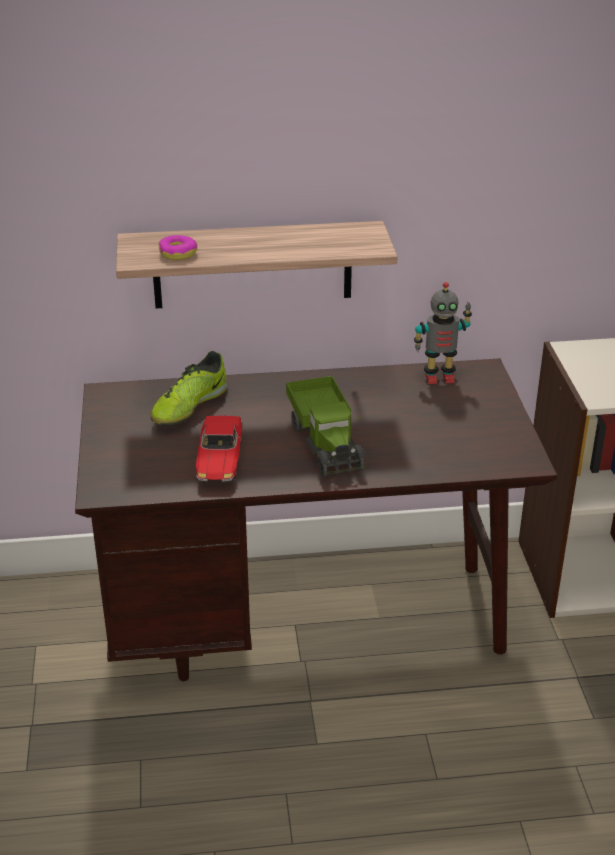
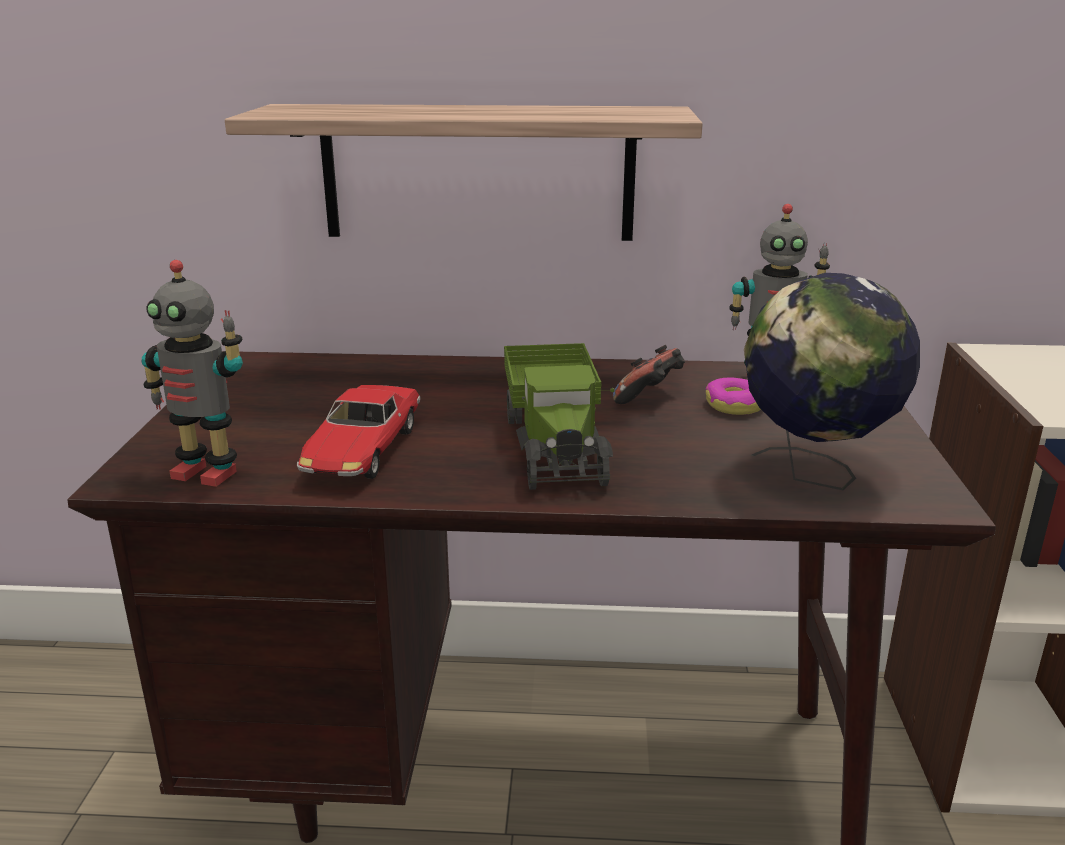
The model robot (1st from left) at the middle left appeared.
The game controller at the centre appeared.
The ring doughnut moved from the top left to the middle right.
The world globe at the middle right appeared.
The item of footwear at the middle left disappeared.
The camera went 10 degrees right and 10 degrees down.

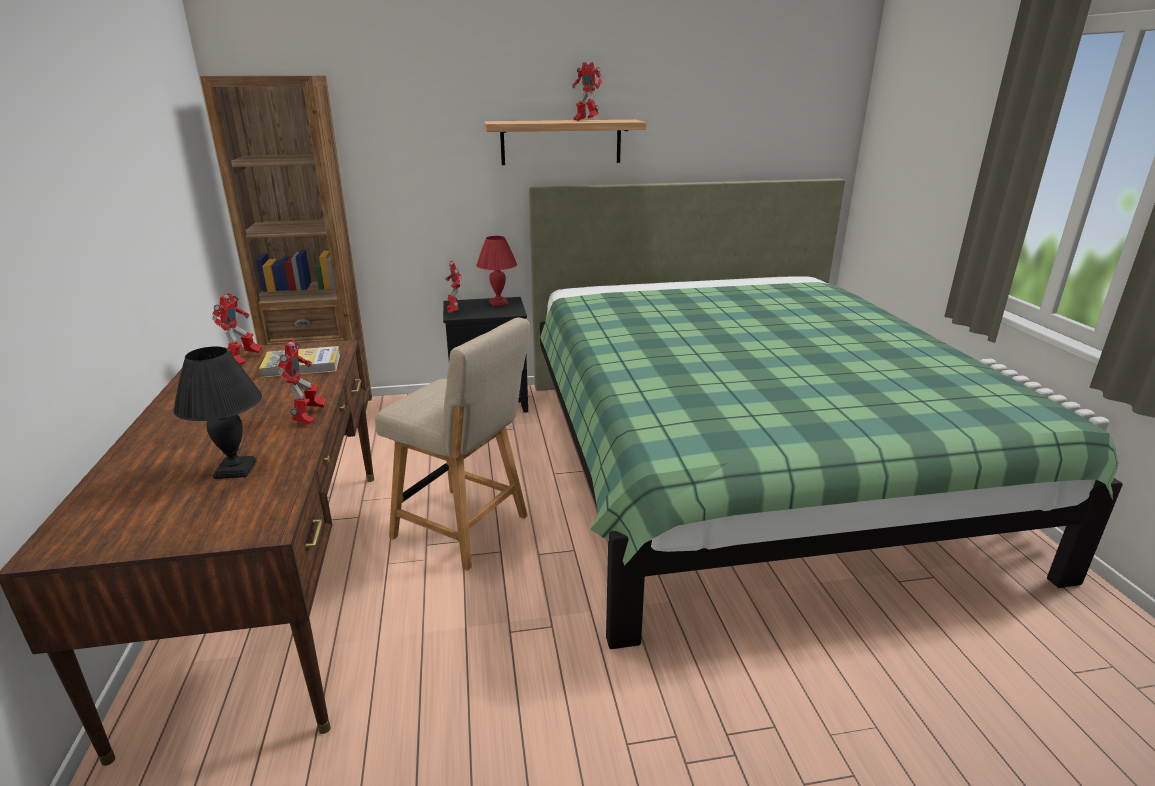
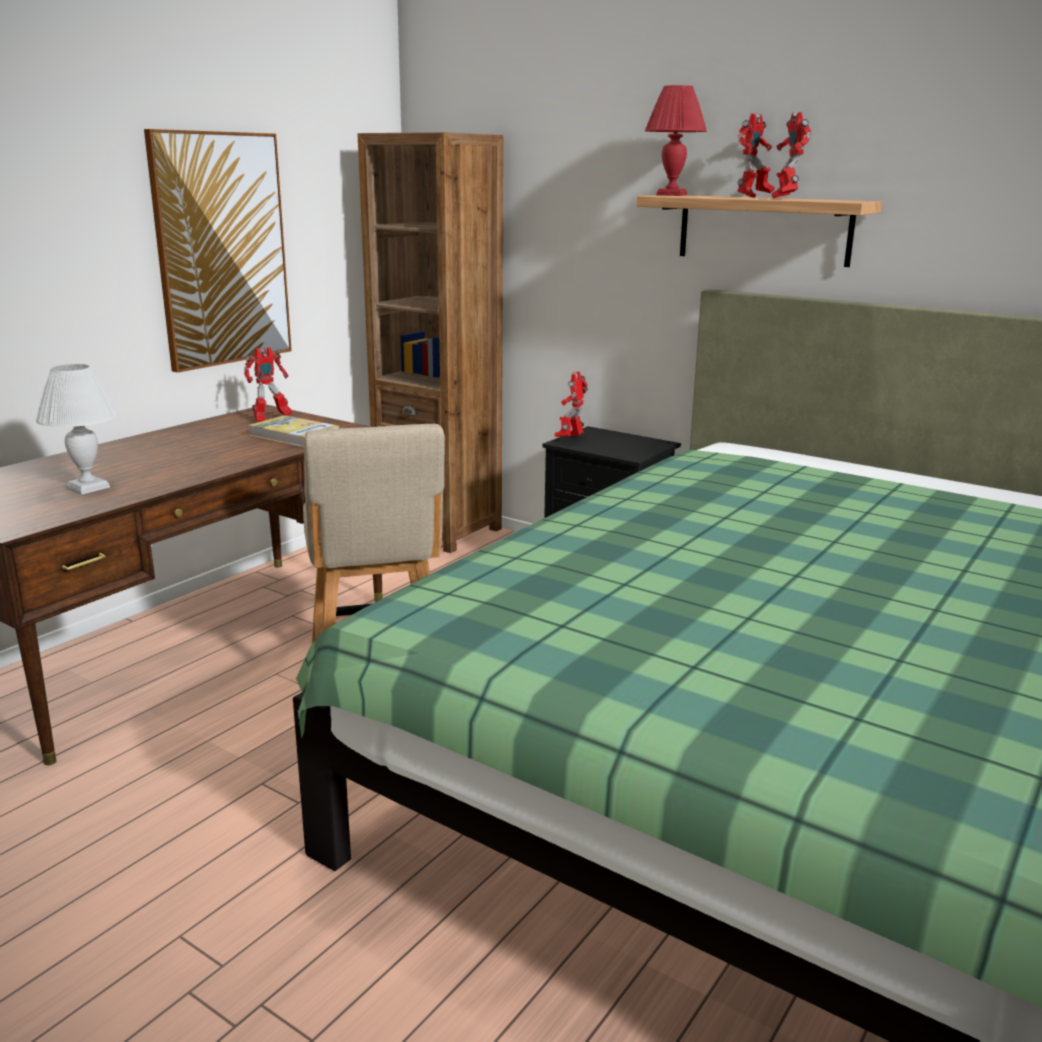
The lamp for a table/blackish at the middle left became the lamp for a table/whitish at the middle left.
The picture at the top left appeared.
The lamp for a table/reddish moved from the centre to the top centre.
The model robot (2nd from left in the first image) moved from the middle left to the top right.
The camera went 45 degrees right and 5 degrees down.

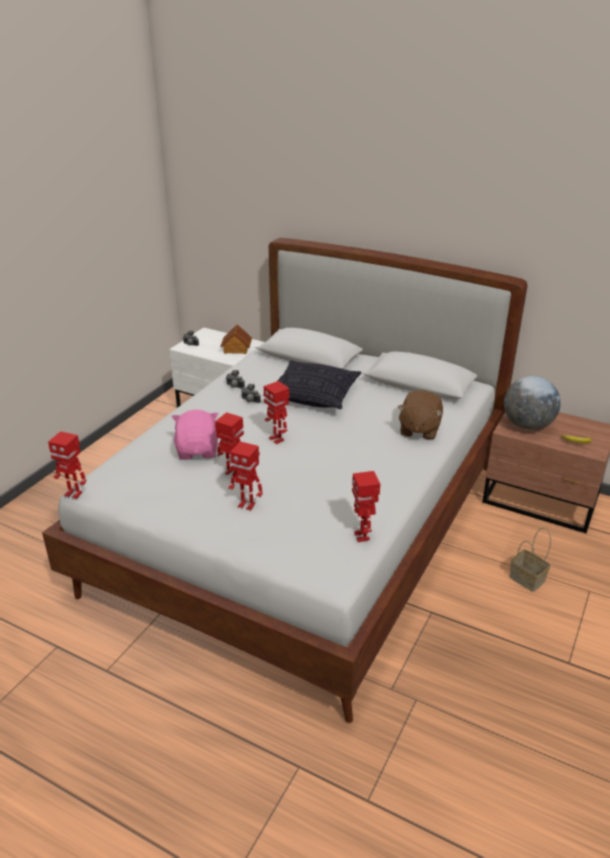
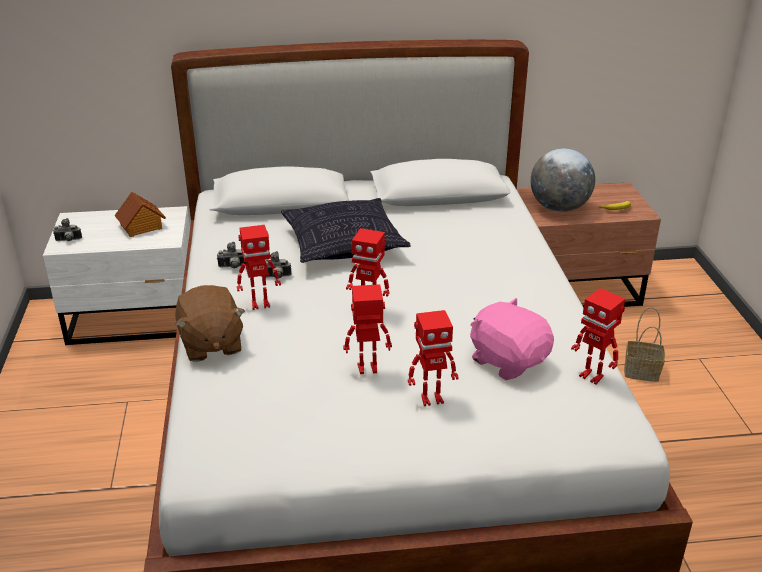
The cuddly toy/brownish moved from the middle right to the middle left.
The model robot (1st from left) moved from the middle left to the centre.
The cuddly toy/pinkish moved from the middle left to the middle right.
The camera went 35 degrees left and 0 degrees up.

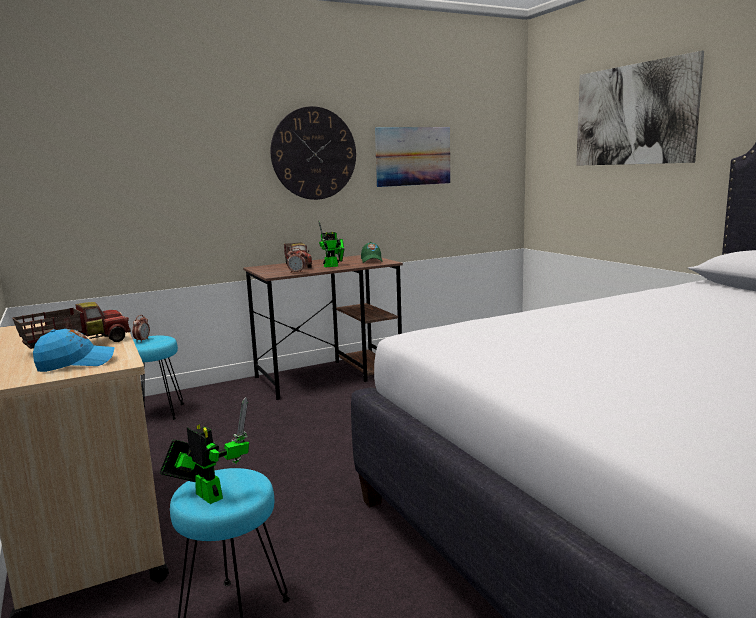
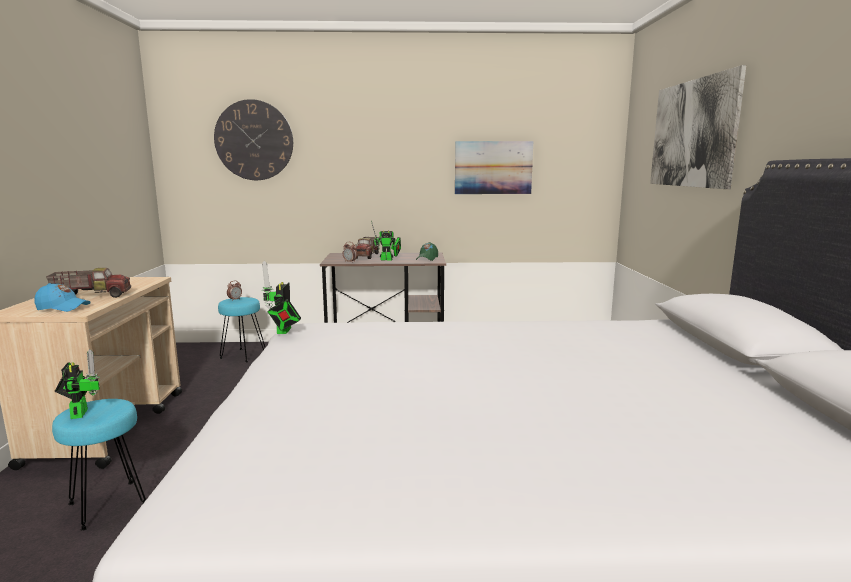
The hanging clock moved from the top centre to the top left.
The model robot (2nd from left) at the middle left appeared.
The camera went 25 degrees right and 0 degrees up.

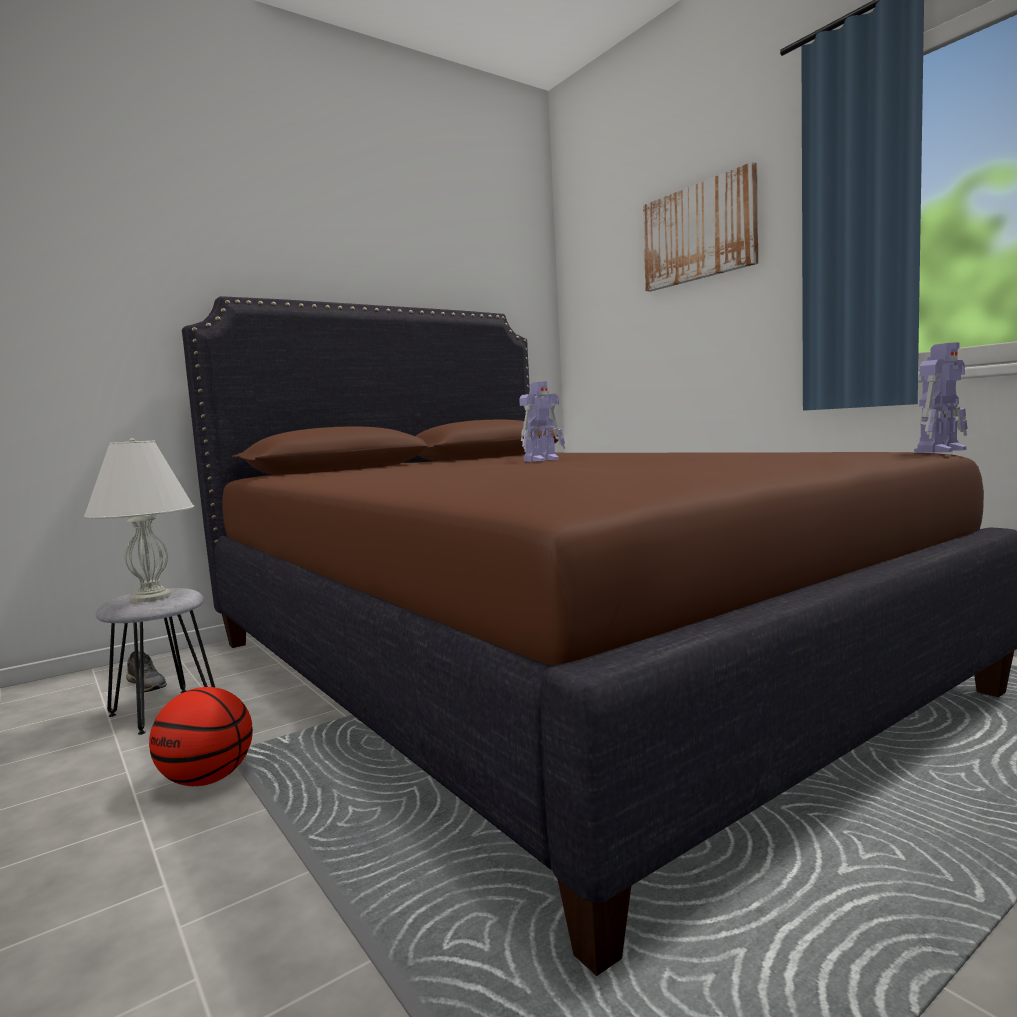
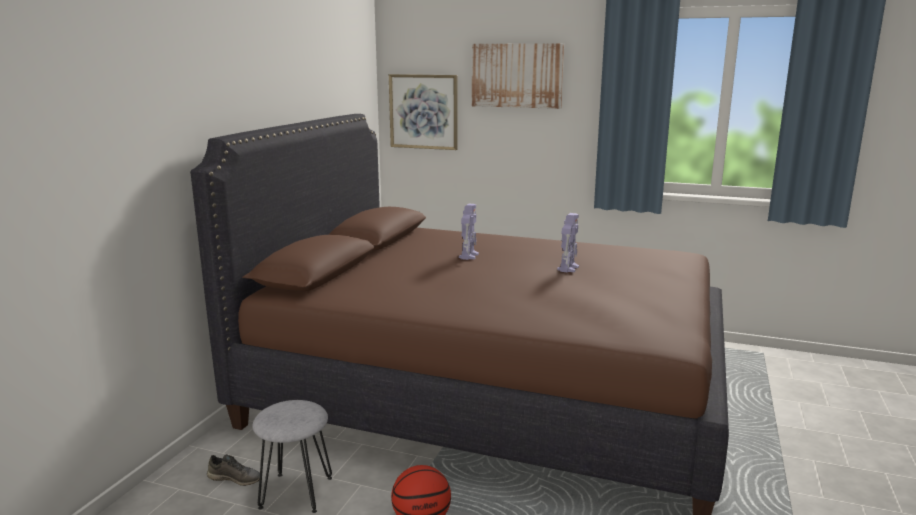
The picture (1st from left) at the top centre appeared.
The model robot (2nd from left) moved from the middle right to the centre.
The lamp for a table/whitish at the middle left disappeared.
The camera went 35 degrees left and 10 degrees up.

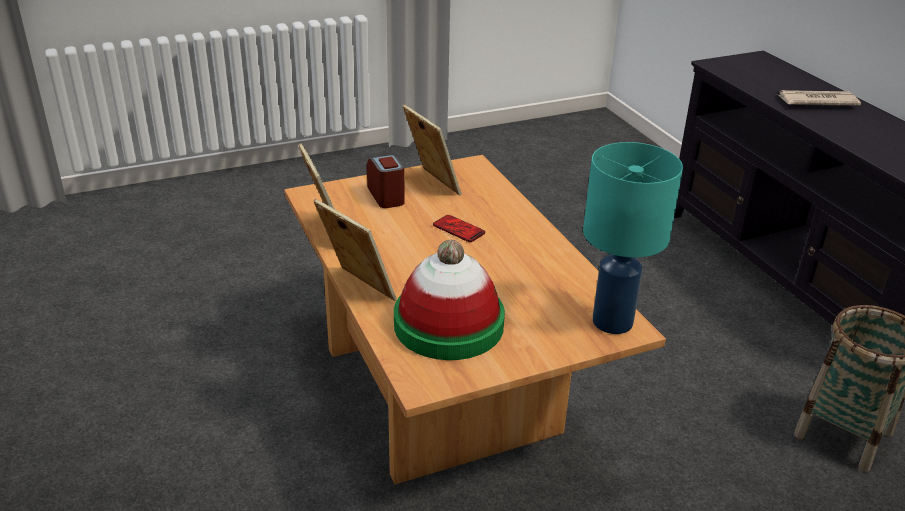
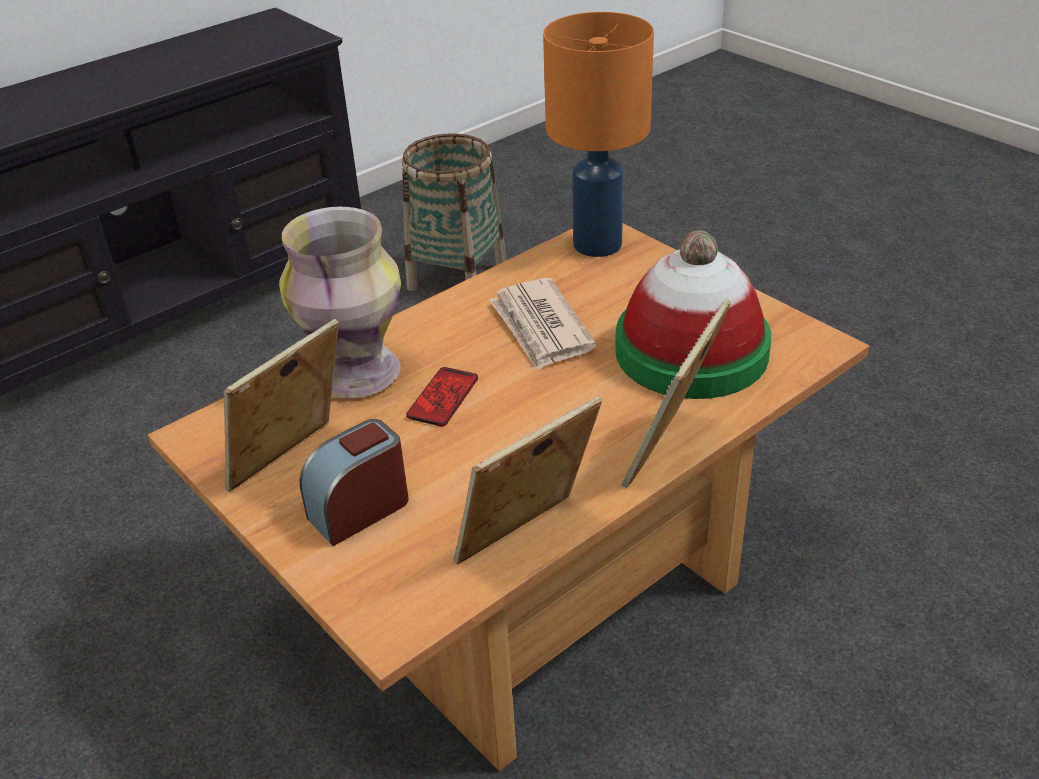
The decorative vase at the middle left appeared.
The newspaper moved from the top right to the centre.
The lamp for a table/turquoise-coloured at the middle right became the lamp for a table/orange-coloured at the top centre.
The camera went 105 degrees left and 5 degrees up.

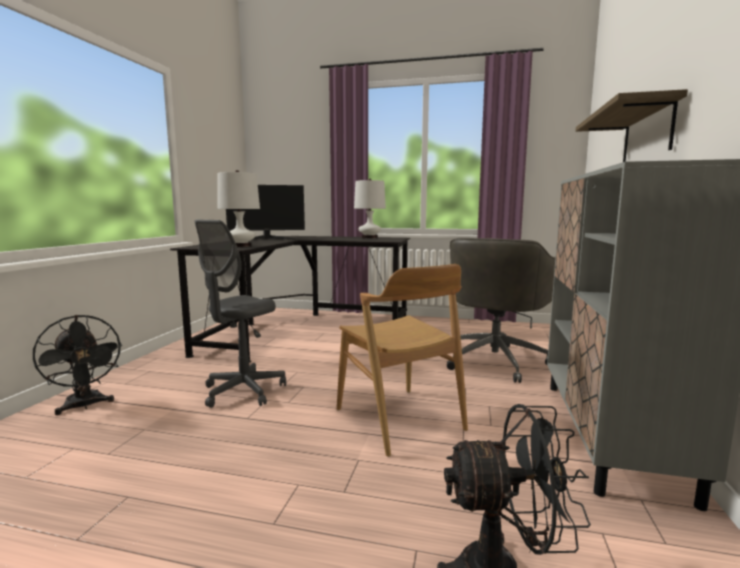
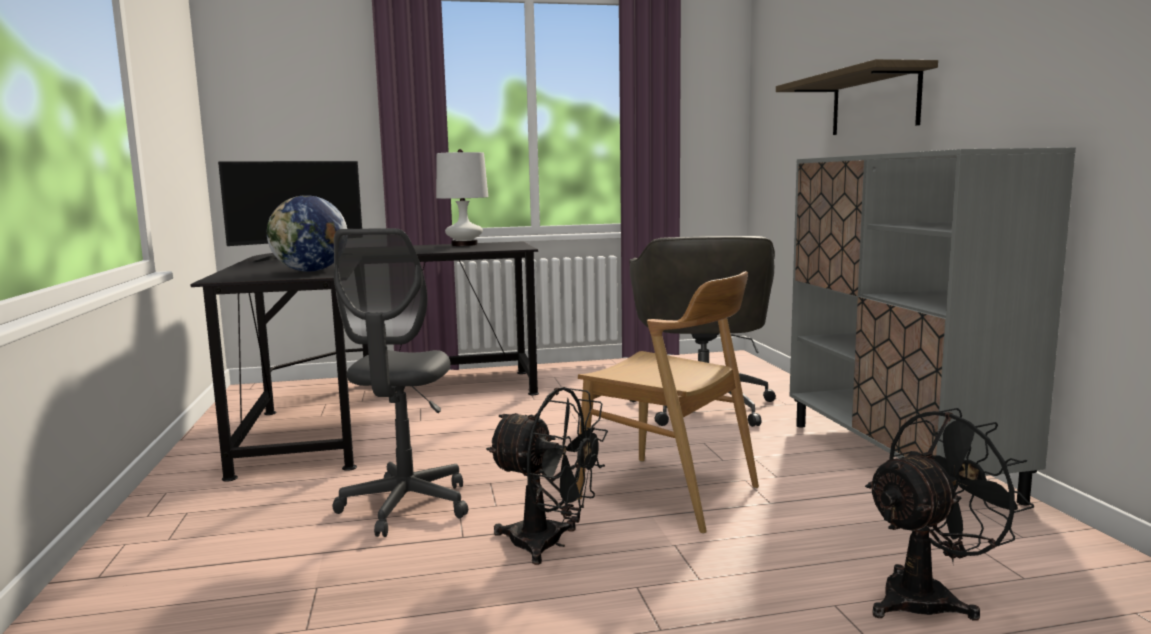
The lamp for a table/whitish (1st from left) at the middle left was replaced by the world globe at the middle left.
The cooling fan/blackish (1st from left) moved from the middle left to the bottom centre.
The camera went 25 degrees left and 0 degrees up.

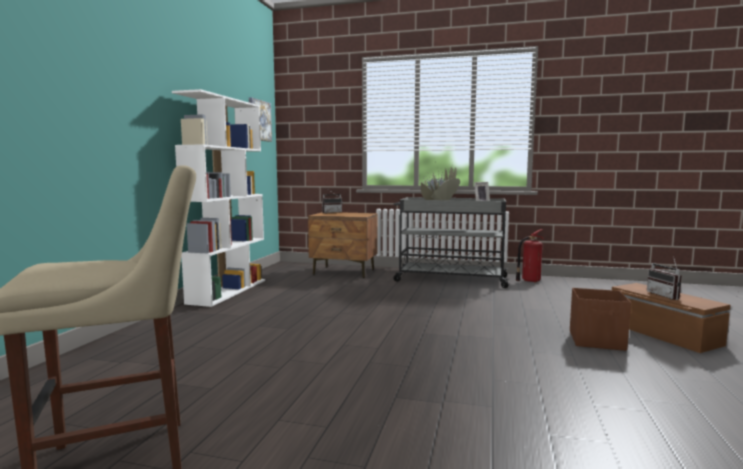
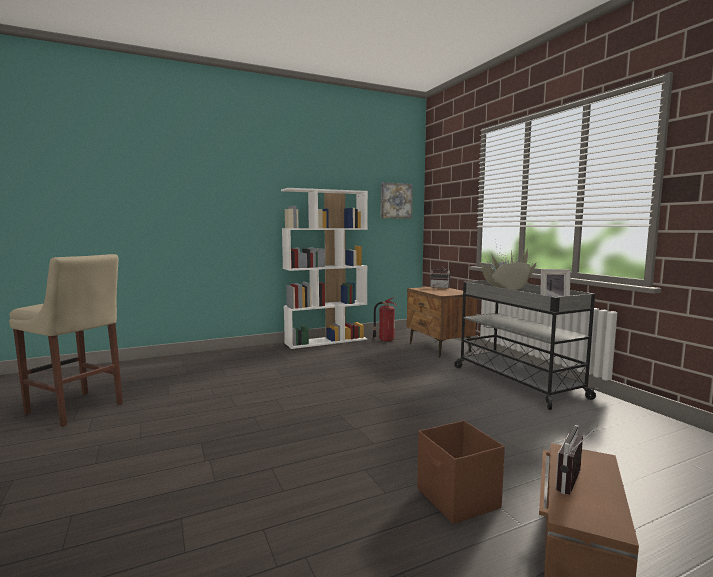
The fire extinguisher moved from the middle right to the centre.
The camera went 50 degrees right and 0 degrees up.

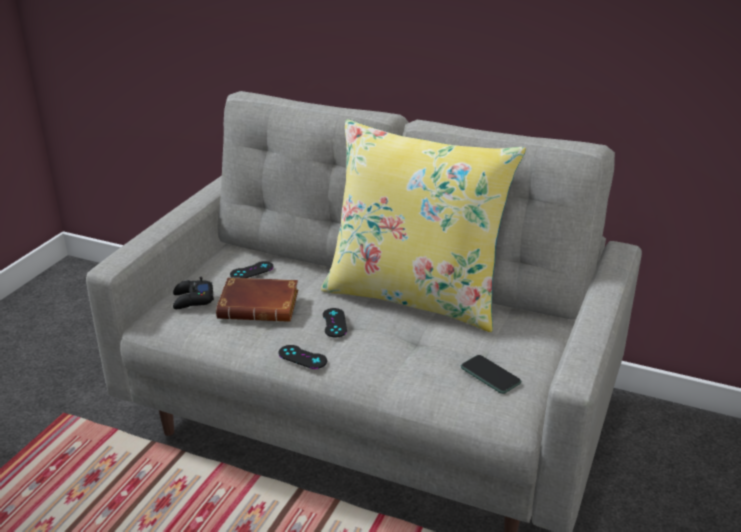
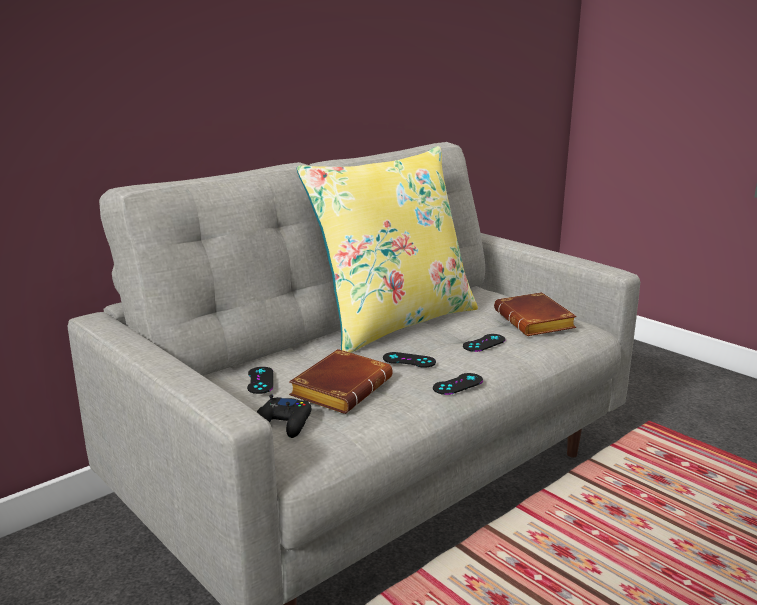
The game controller/blackish (5th from left) at the centre appeared.
The telephone at the bottom centre was replaced by the volume/brownish (2nd from left) at the middle right.
The camera went 65 degrees left and 10 degrees down.

